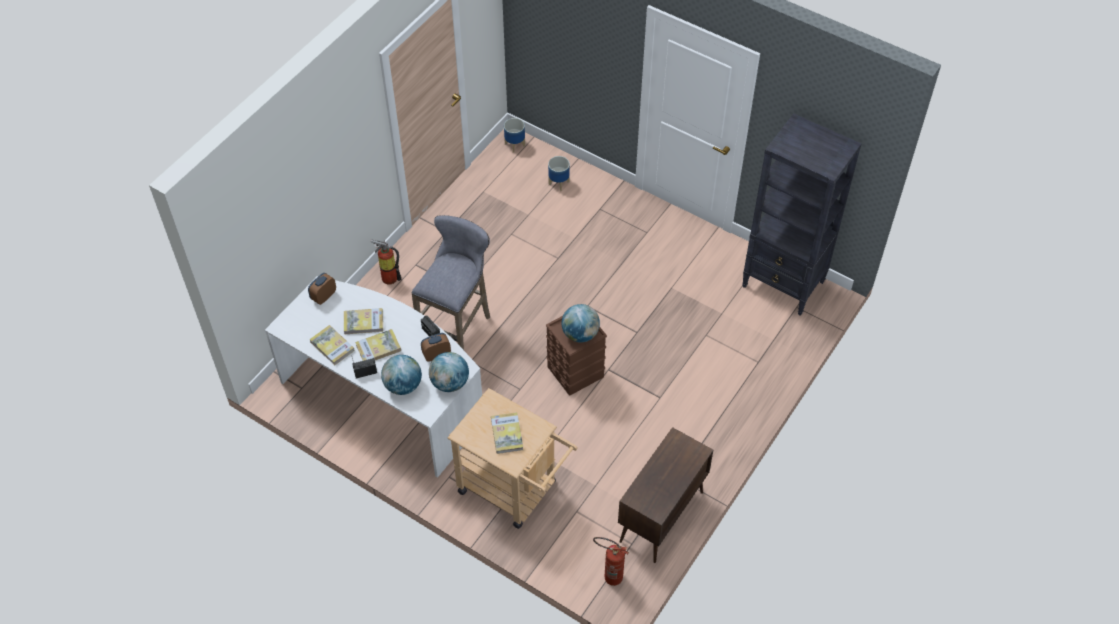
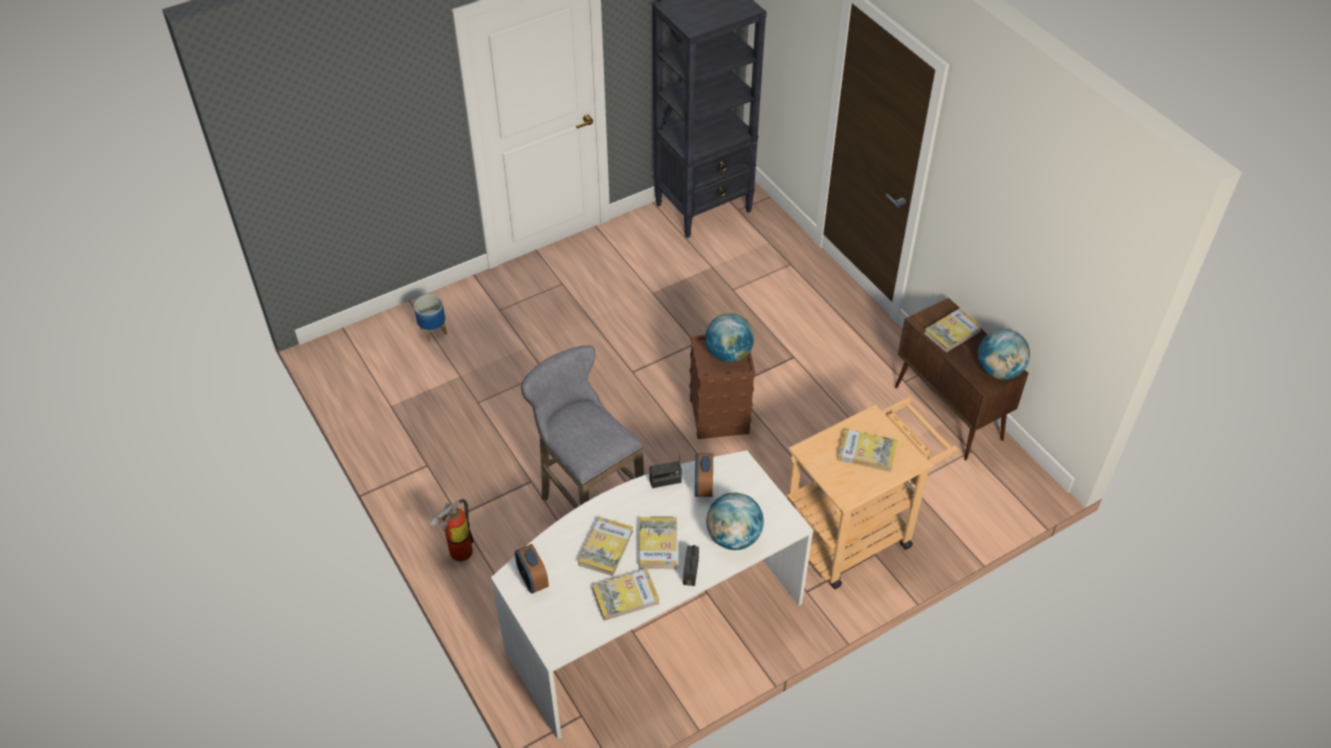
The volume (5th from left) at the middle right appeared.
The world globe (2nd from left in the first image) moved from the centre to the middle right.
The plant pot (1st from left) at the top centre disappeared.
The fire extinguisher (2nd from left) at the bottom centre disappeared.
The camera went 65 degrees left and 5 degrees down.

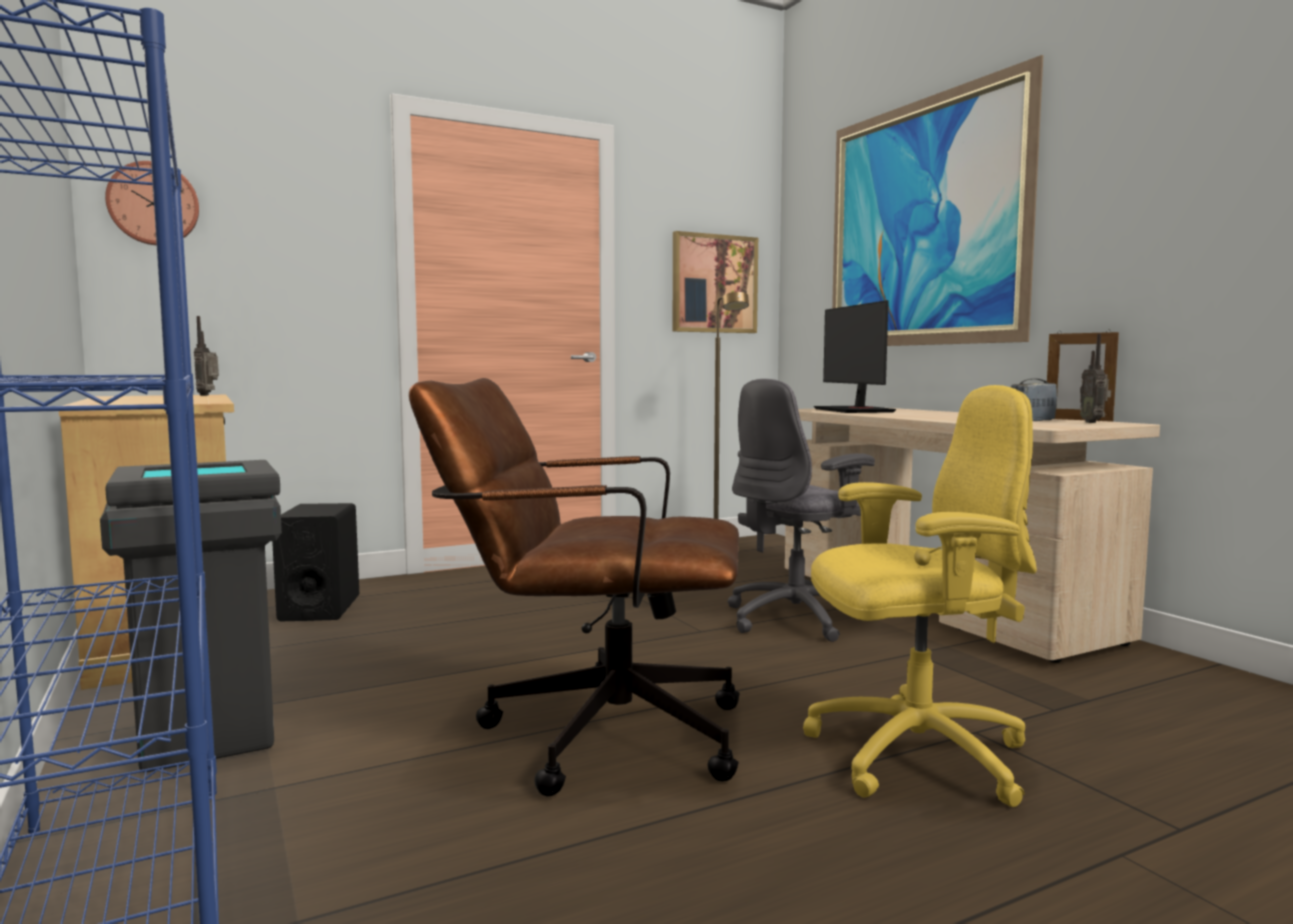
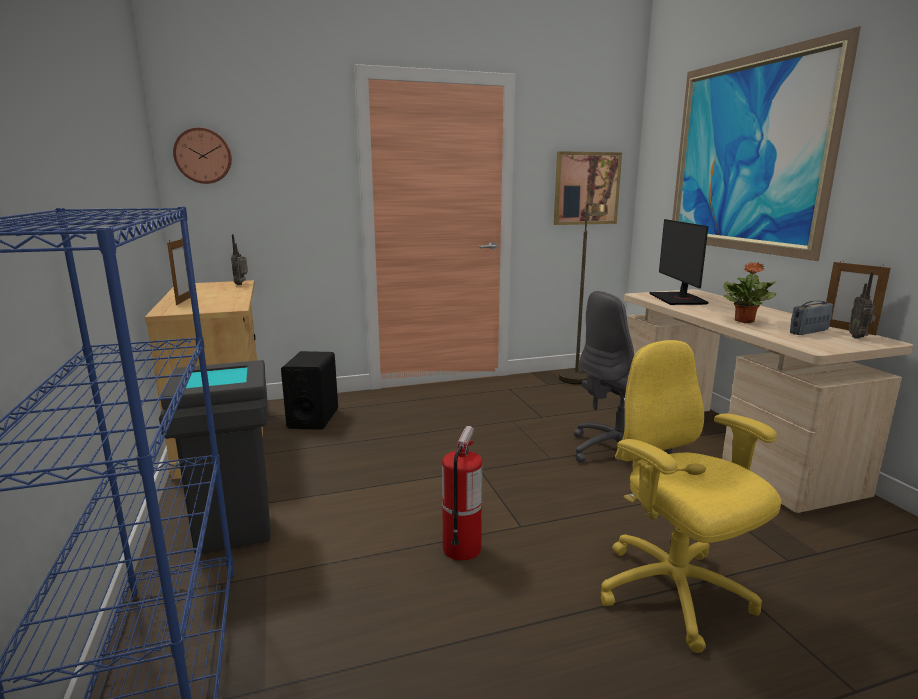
The picture frame (1st from left) at the middle left appeared.
The computer chair/brownish at the centre was replaced by the fire extinguisher at the bottom centre.
The computer chair/yellow at the middle right turned 120 degrees counterclockwise.
The potted plant at the middle right appeared.
The camera went 10 degrees right and 10 degrees up.

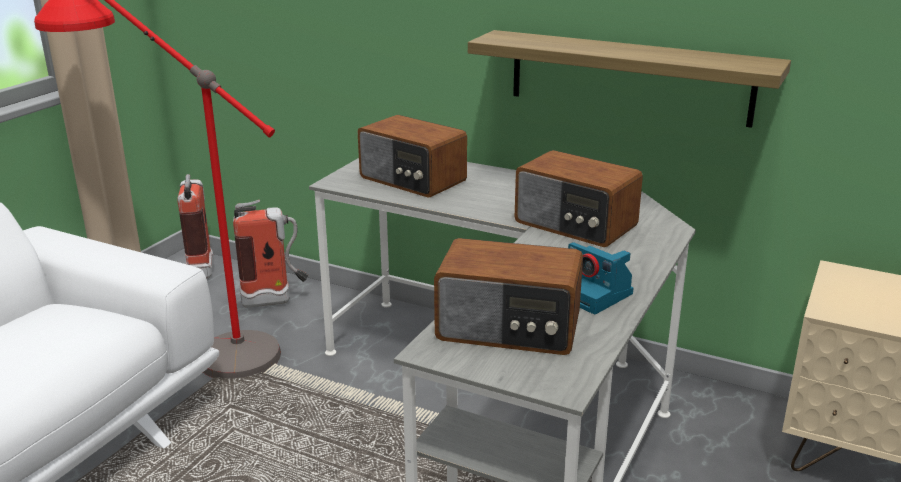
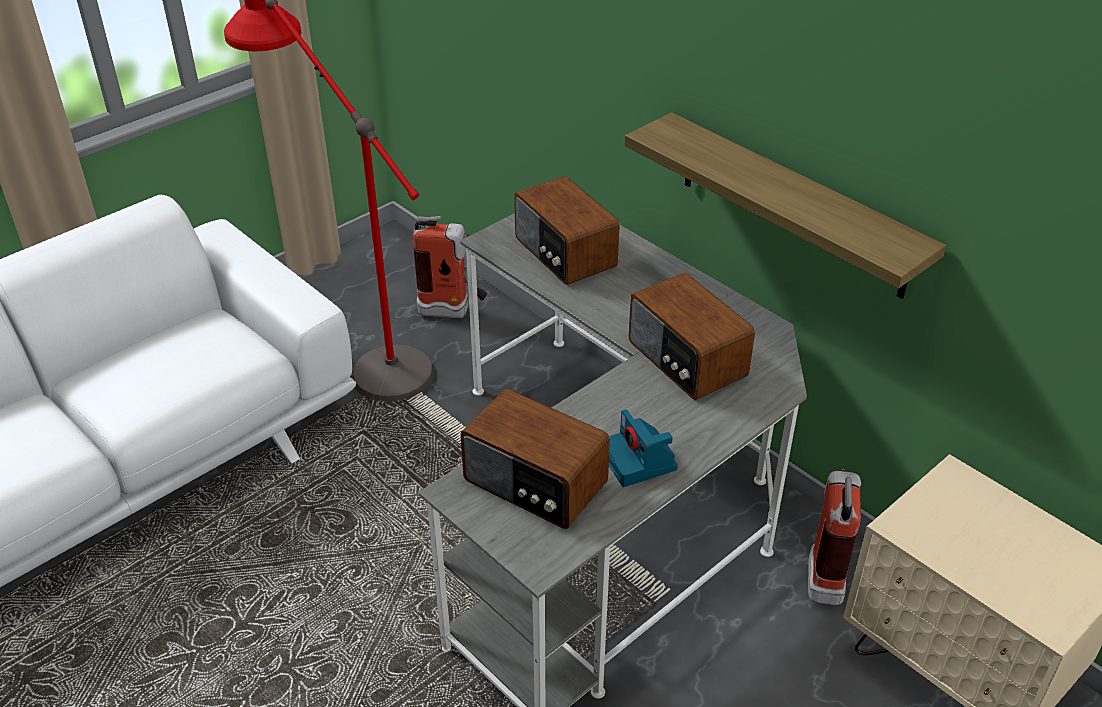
The fire extinguisher (1st from left in the first image) moved from the middle left to the bottom right.
The camera went 20 degrees right and 15 degrees up.

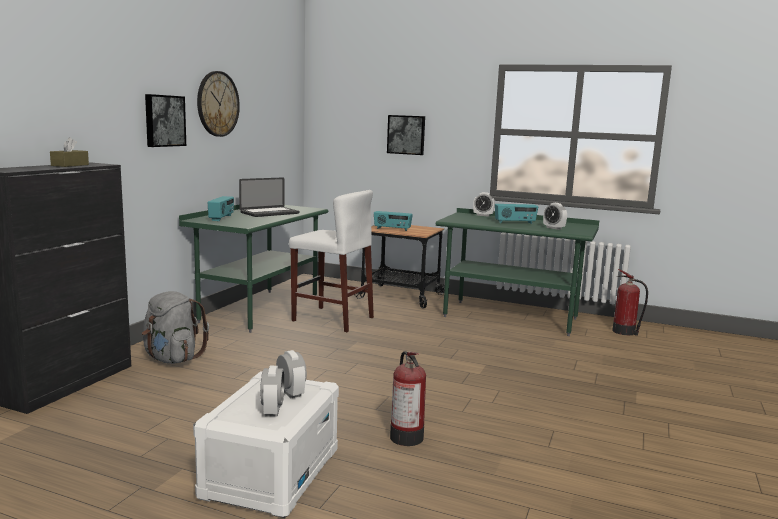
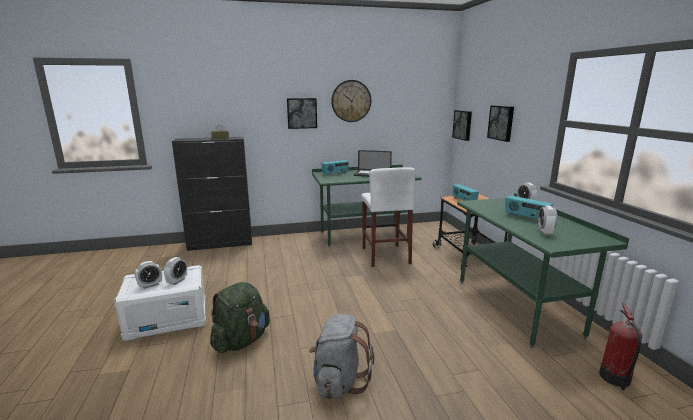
The fire extinguisher (1st from left) at the bottom centre was replaced by the rucksack/green at the bottom centre.
The rucksack/gray moved from the middle left to the bottom centre.
The picture (2nd from left) at the top right appeared.
The camera went 55 degrees right and 5 degrees up.

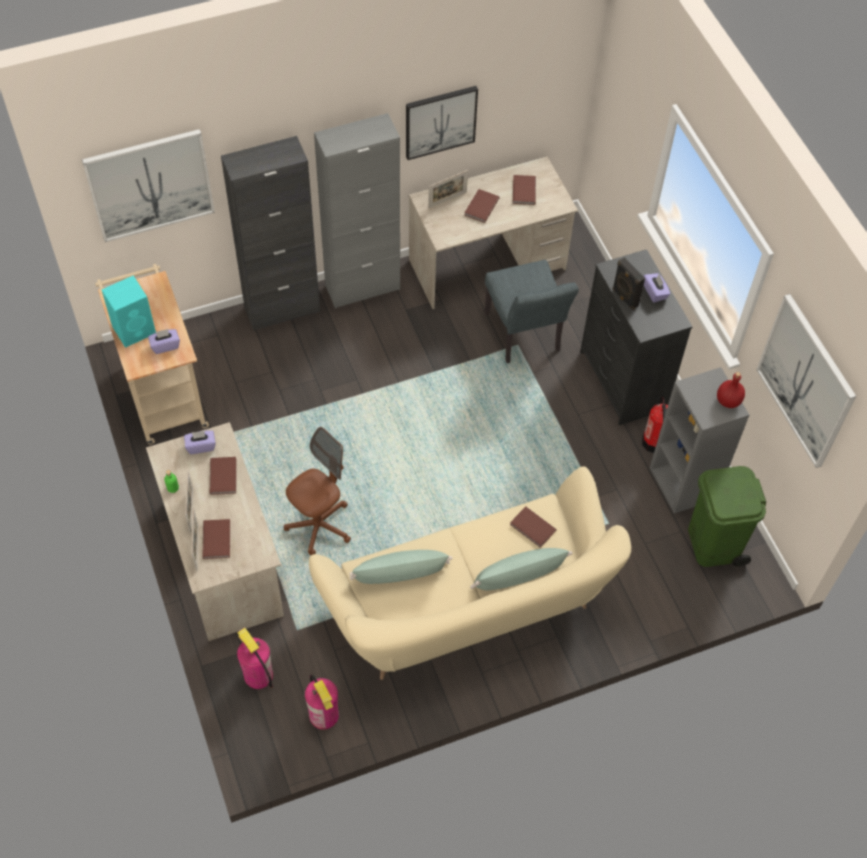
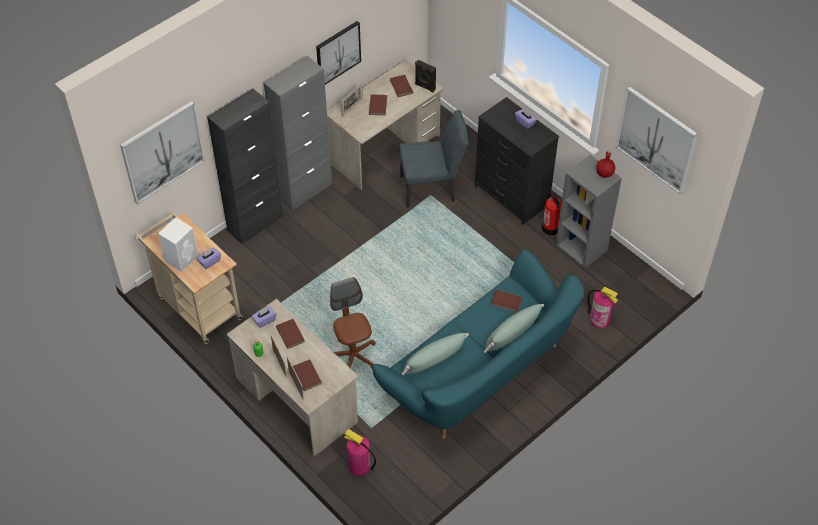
The audio speaker/turquoise-coloured at the middle left became the audio speaker/whitish at the middle left.
The computer chair/brownish at the centre turned 45 degrees counterclockwise.
The couch/sand-coloured at the bottom centre became the couch/turquoise-coloured at the centre.
The chair/gray at the centre turned 60 degrees counterclockwise.
The audio speaker/blackish moved from the top right to the top centre.
The fire extinguisher (2nd from left in the first image) moved from the bottom centre to the middle right.
The waste bin/green at the middle right disappeared.
The camera went 20 degrees left and 5 degrees down.

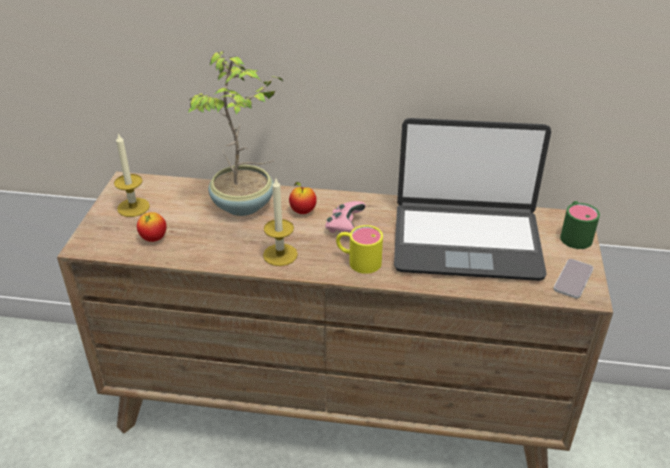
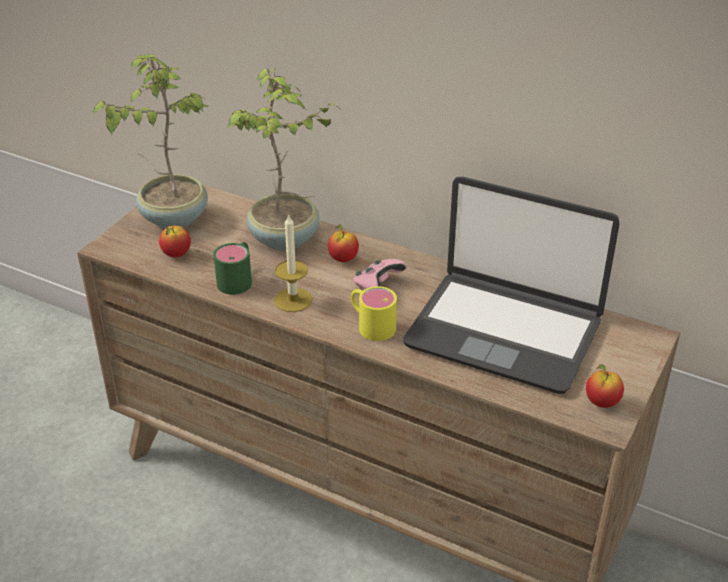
The wax light (1st from left) at the middle left was replaced by the potted plant (1st from left) at the top left.
The coffee mug/green moved from the middle right to the middle left.
The telephone at the middle right was replaced by the whole apple (3rd from left) at the middle right.
The camera went 20 degrees right and 0 degrees up.

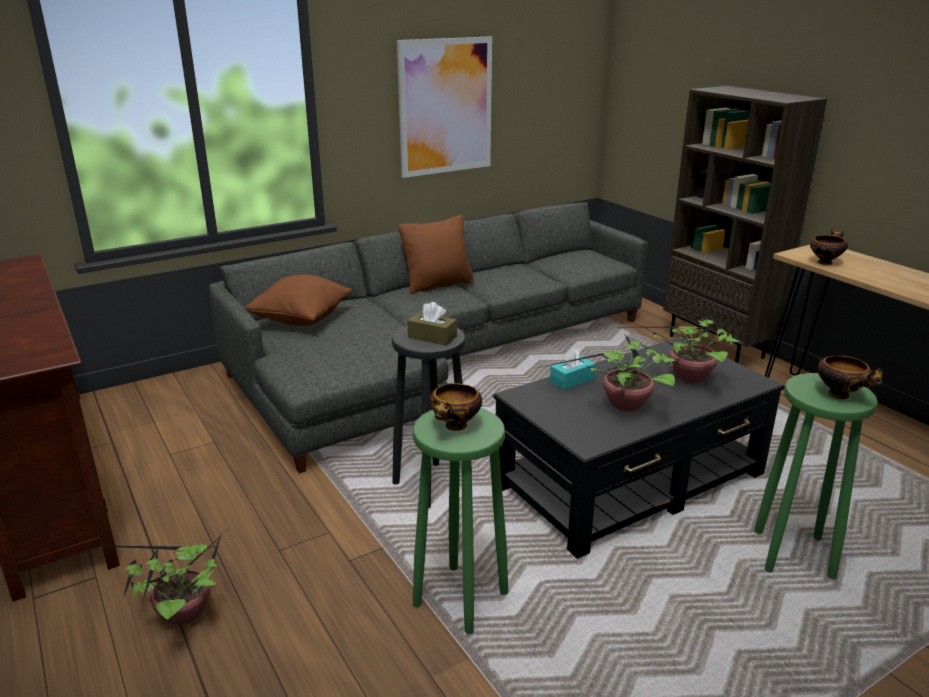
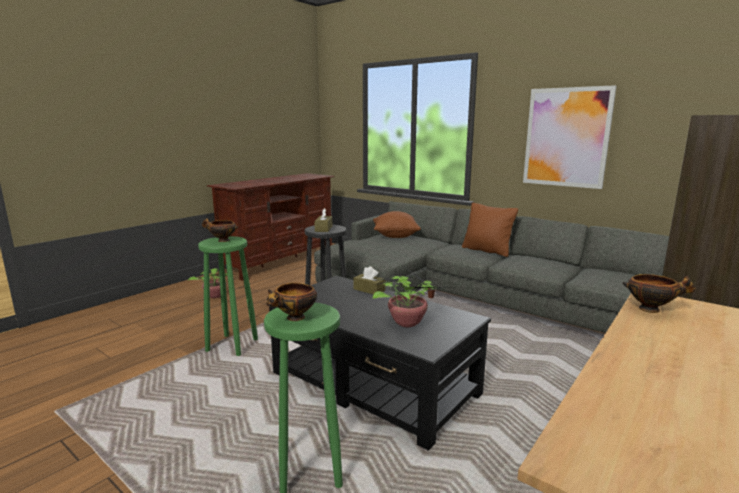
The tissue holder/turquoise-coloured at the centre became the tissue holder/brownish (2nd from left) at the centre.
The potted plant (2nd from left) at the centre disappeared.
The camera went 70 degrees right and 10 degrees down.

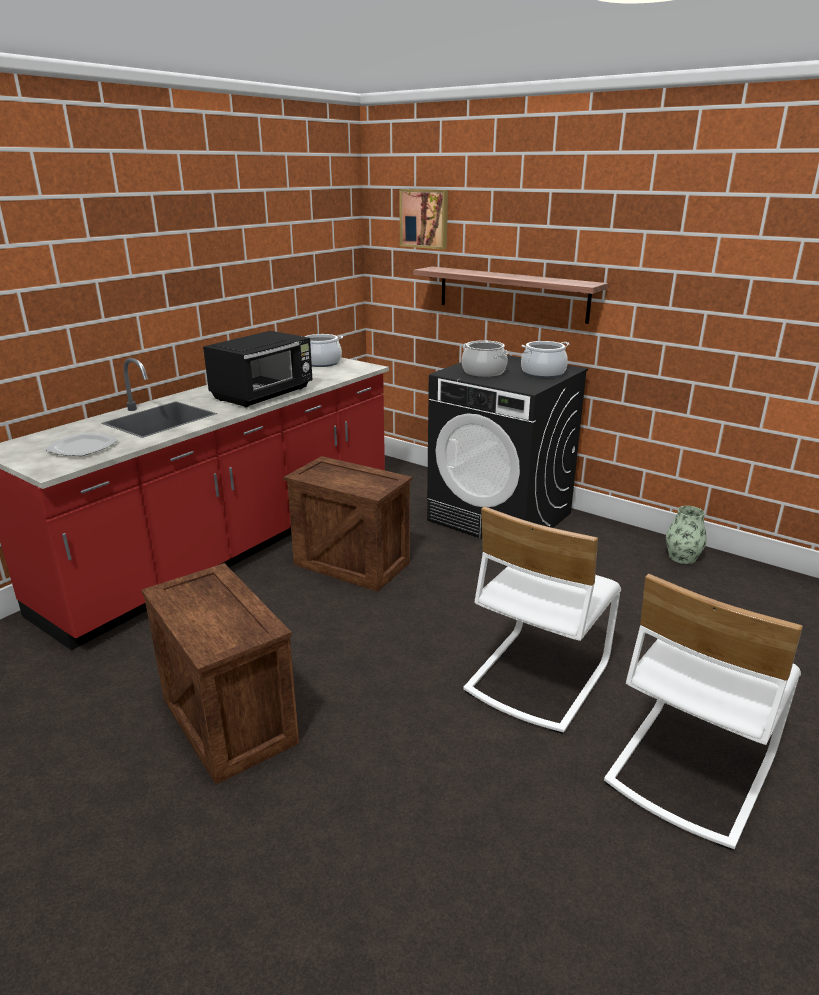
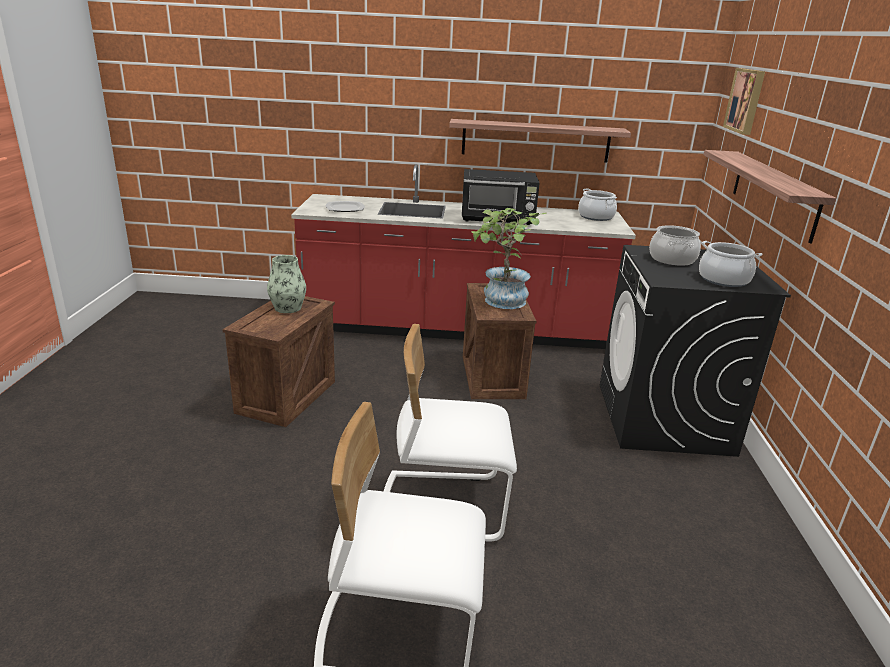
The decorative vase moved from the middle right to the middle left.
The bracket shelf (1st from left) at the top centre appeared.
The potted plant at the centre appeared.
The camera went 55 degrees right and 0 degrees up.

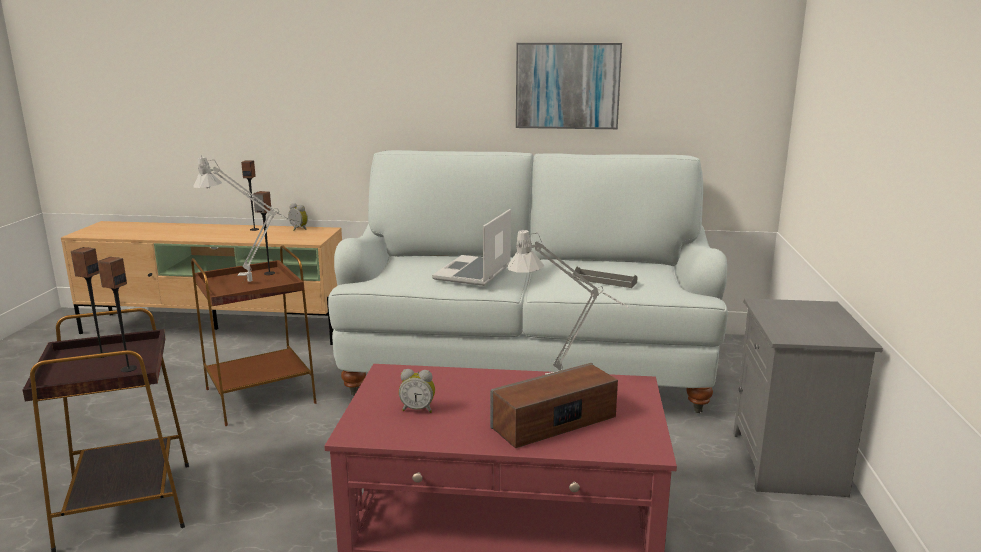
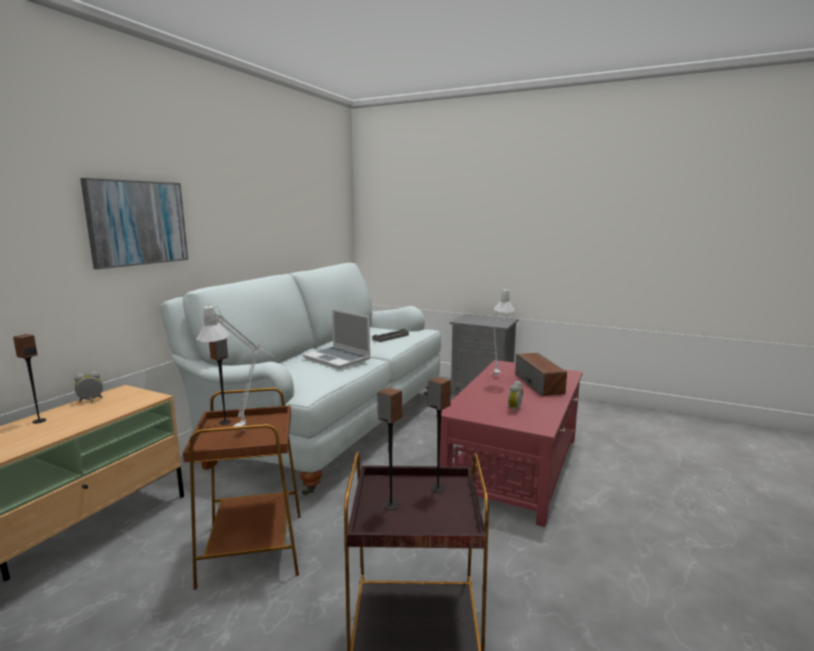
The picture moved from the top centre to the middle left.
The camera went 70 degrees left and 5 degrees down.

